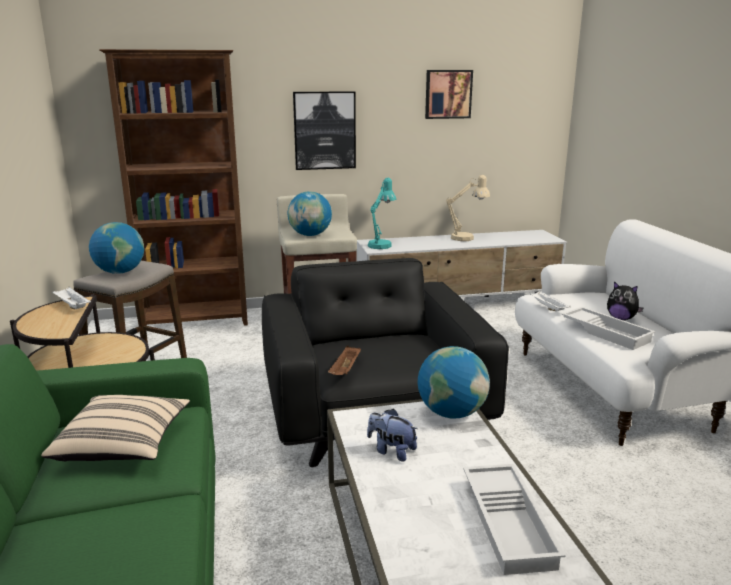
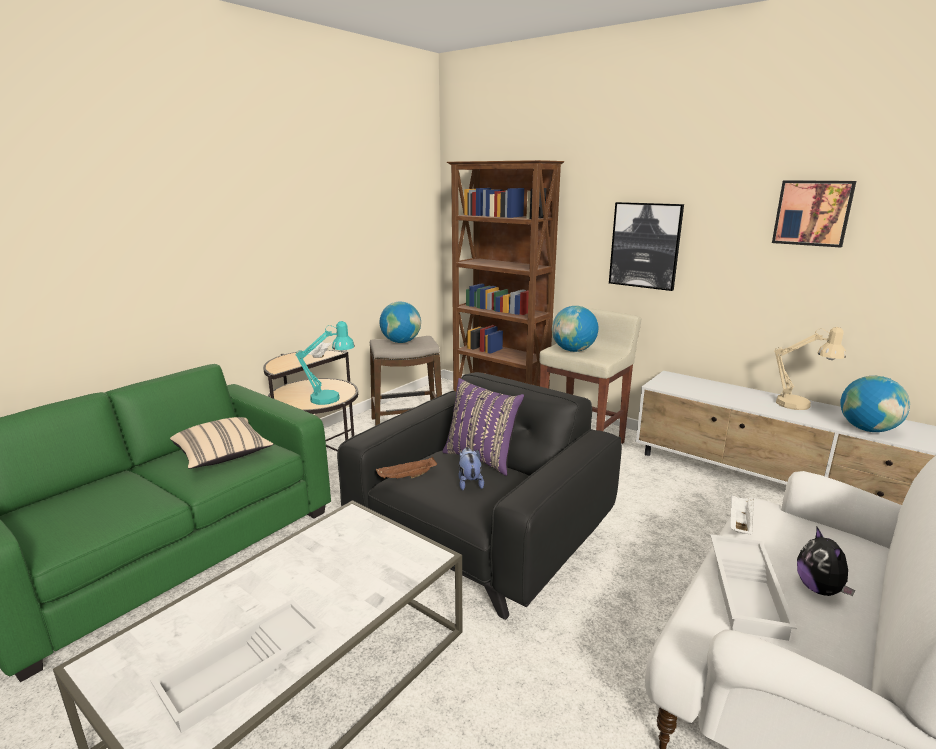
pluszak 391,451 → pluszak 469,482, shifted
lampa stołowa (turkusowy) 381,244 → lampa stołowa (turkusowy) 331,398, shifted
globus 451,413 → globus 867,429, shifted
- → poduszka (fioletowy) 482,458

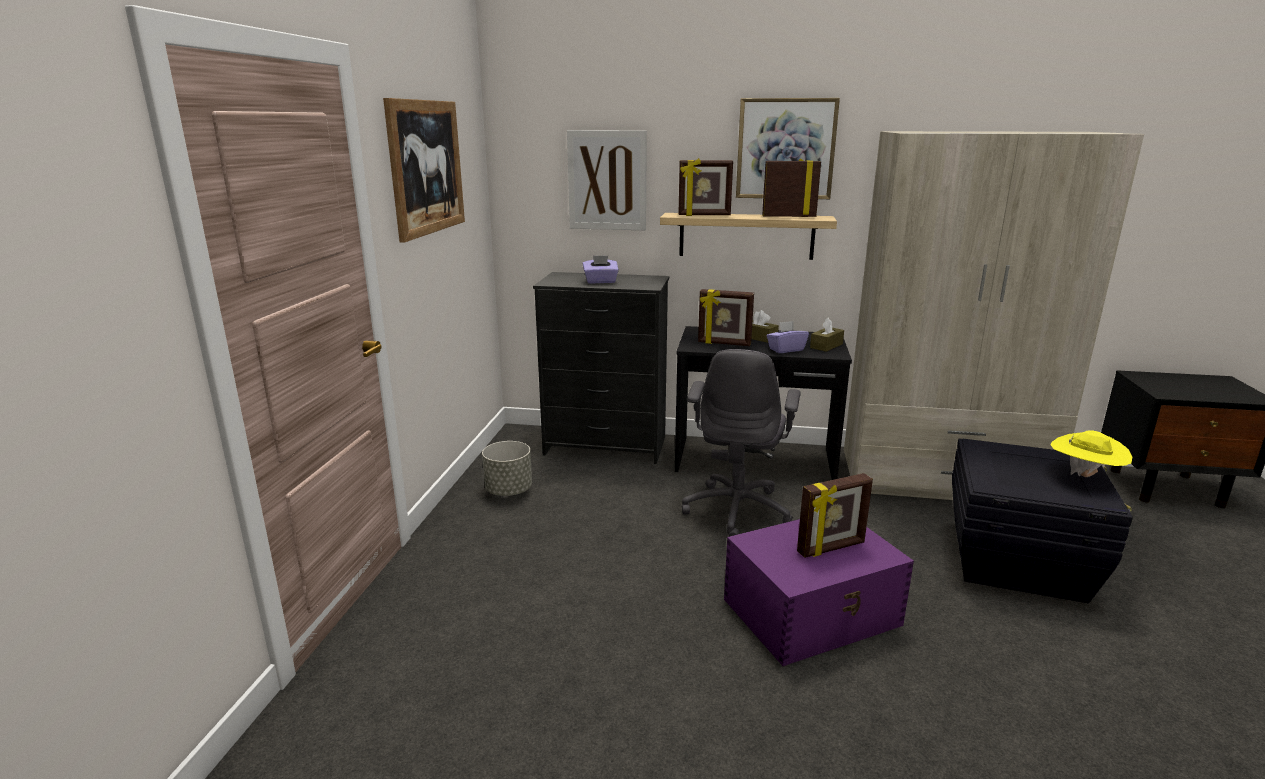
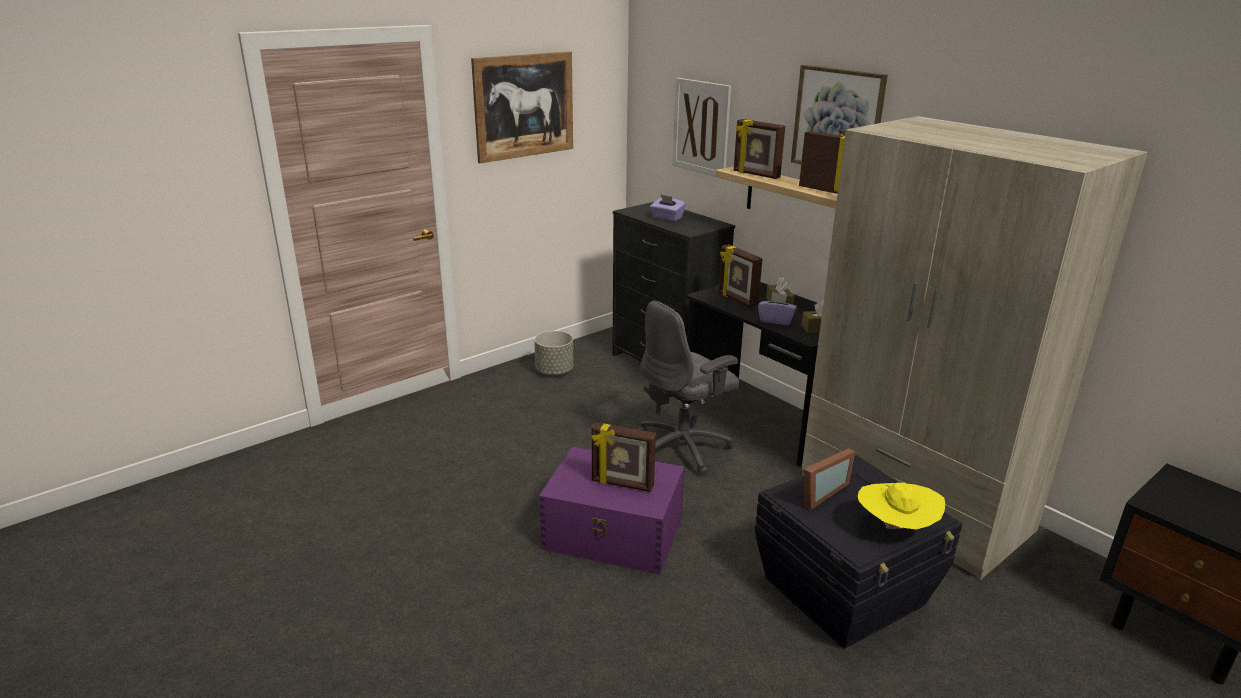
- → ramka na zdjęcie 818,493

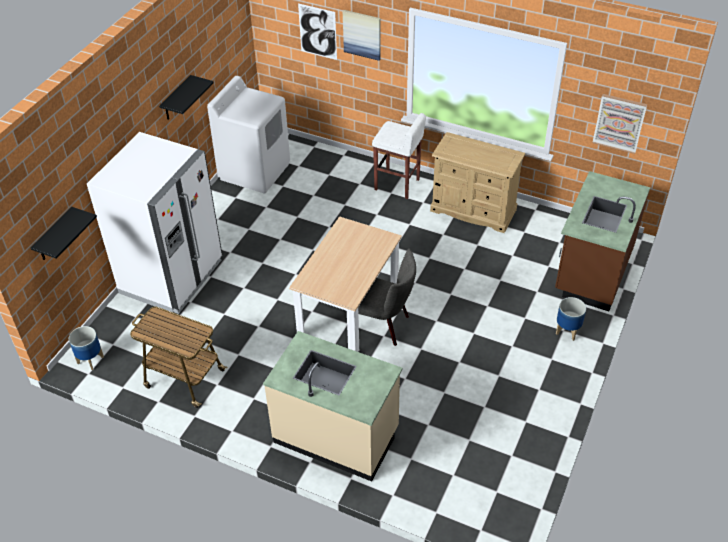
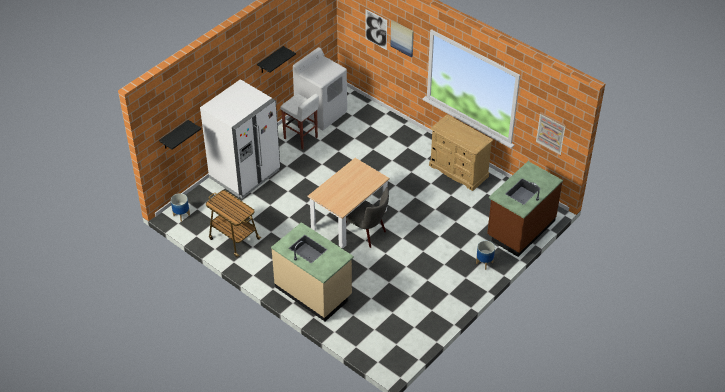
stołek (biały) 397,185 → stołek (biały) 300,138, shifted

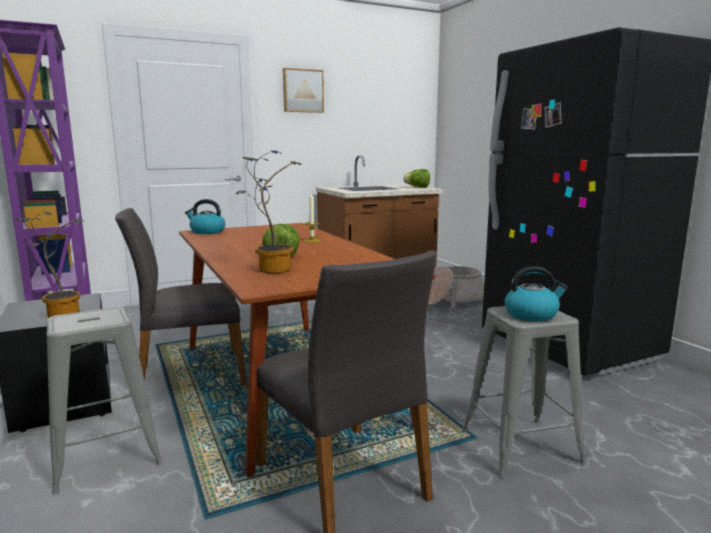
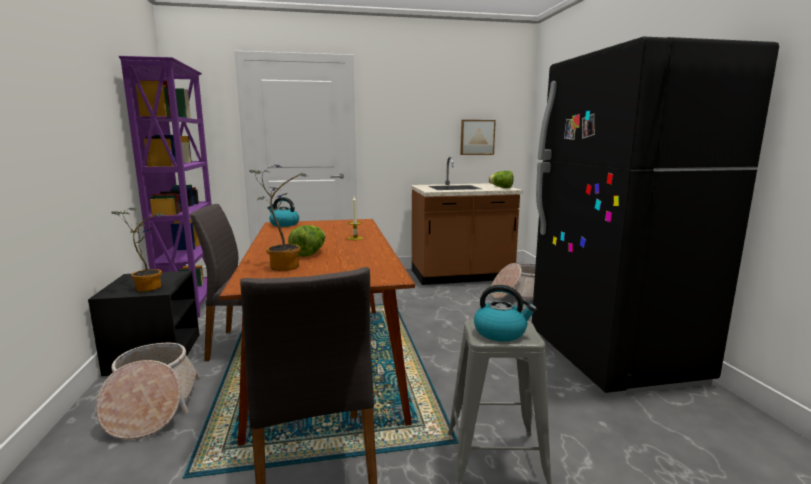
stołek (szary) 106,456 → koszyk 152,407
obraz 302,91 → obraz 477,137, shifted

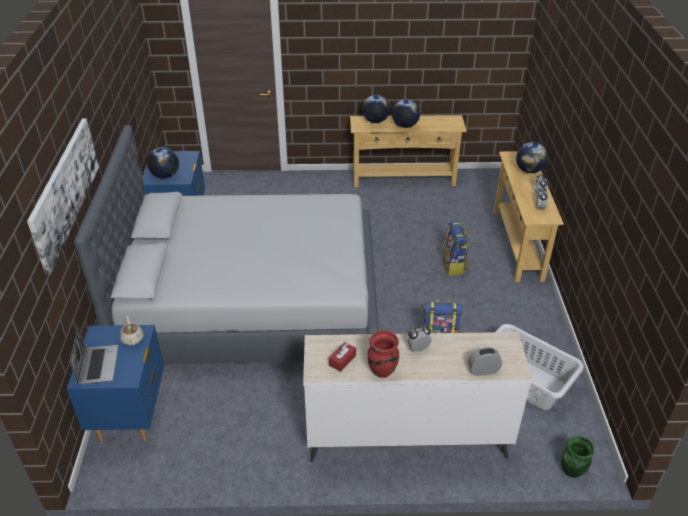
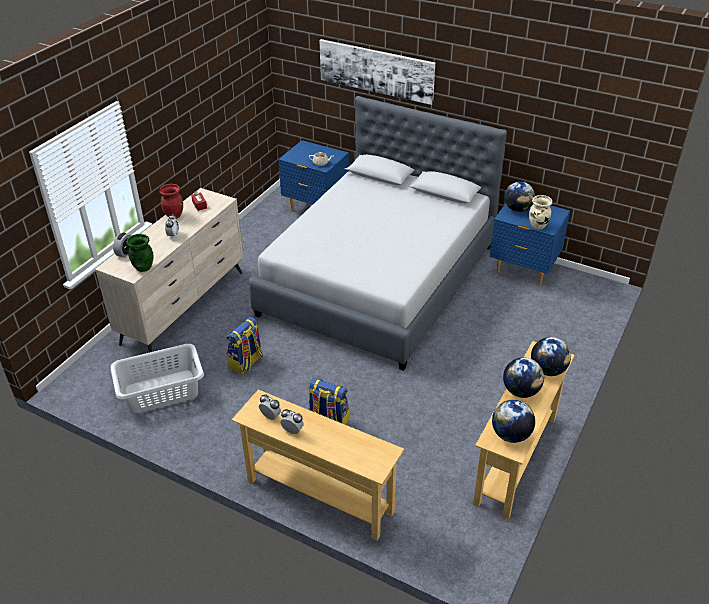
laptop 97,365 → -
globus 529,170 → globus 511,435, shifted
wazon (zielony) 572,471 → wazon (zielony) 143,267, shifted
- → wazon (beżowy) 538,226

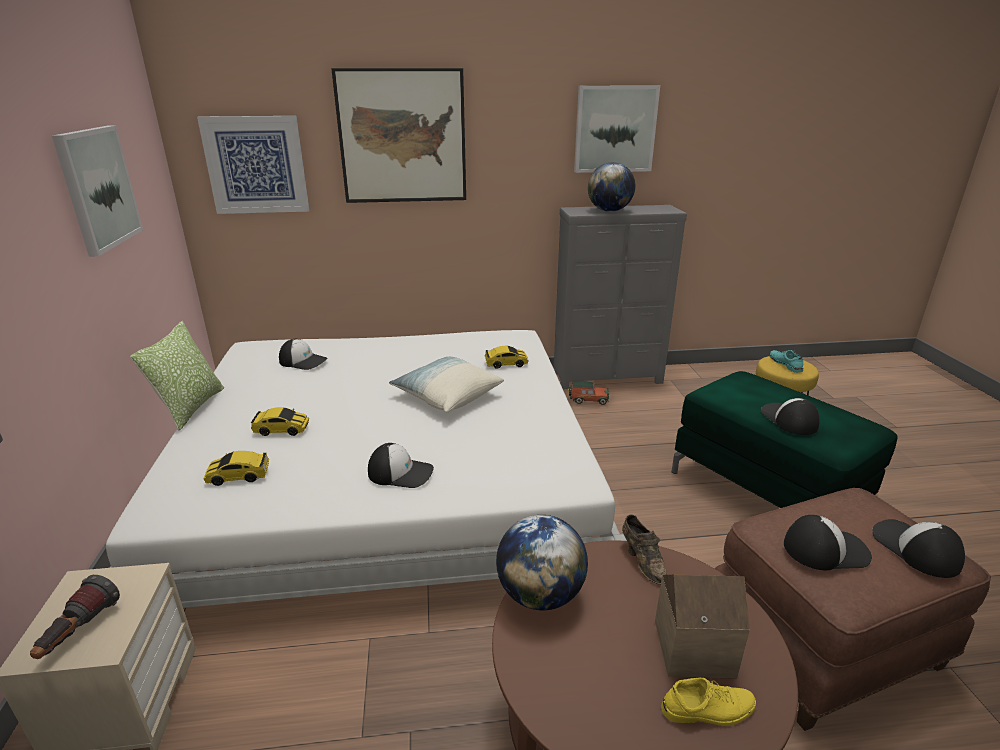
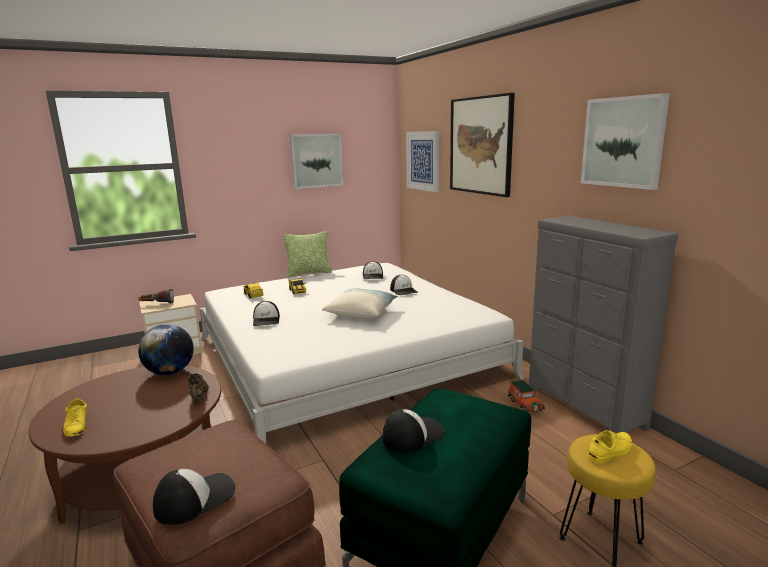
samochodzik 506,364 → -
globus 609,211 → -
but (brązowy) 643,561 → but (brązowy) 199,396, 120 degrees clockwise
domek 691,644 → -
but (turkusowy) 785,364 → but (żółty) 610,451
czapka z daszkiem 825,549 → czapka z daszkiem 404,290, shifted

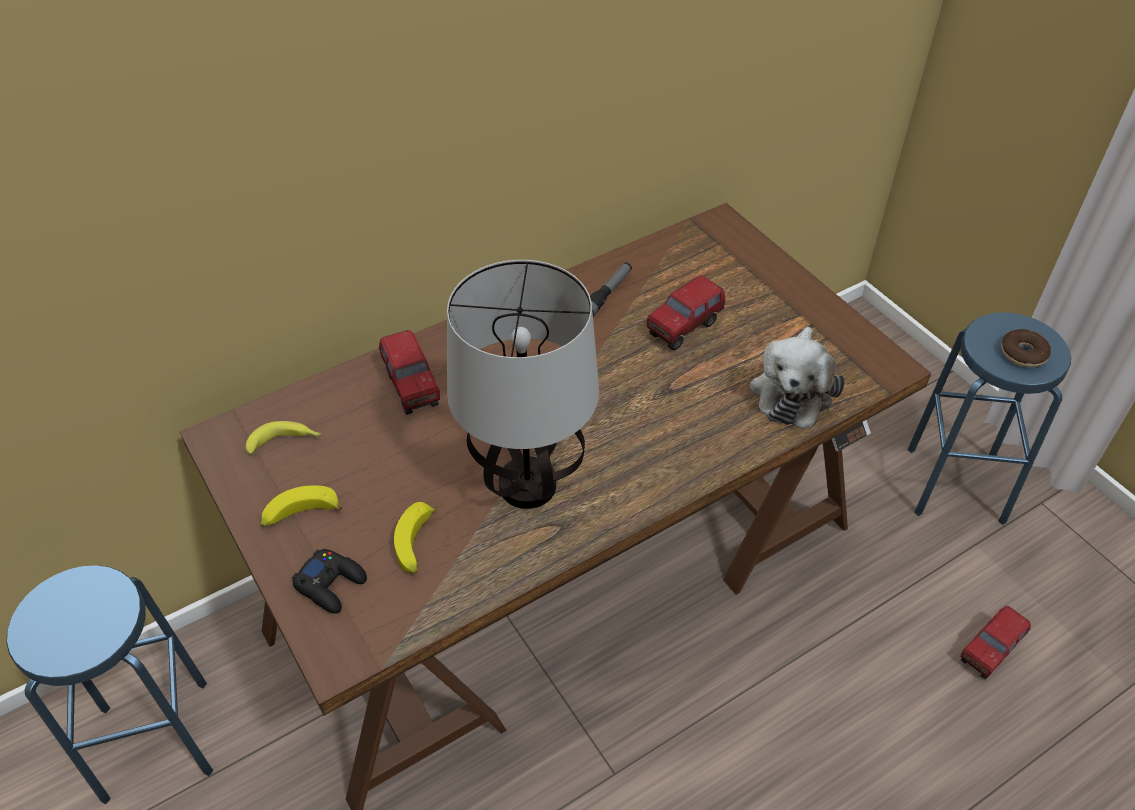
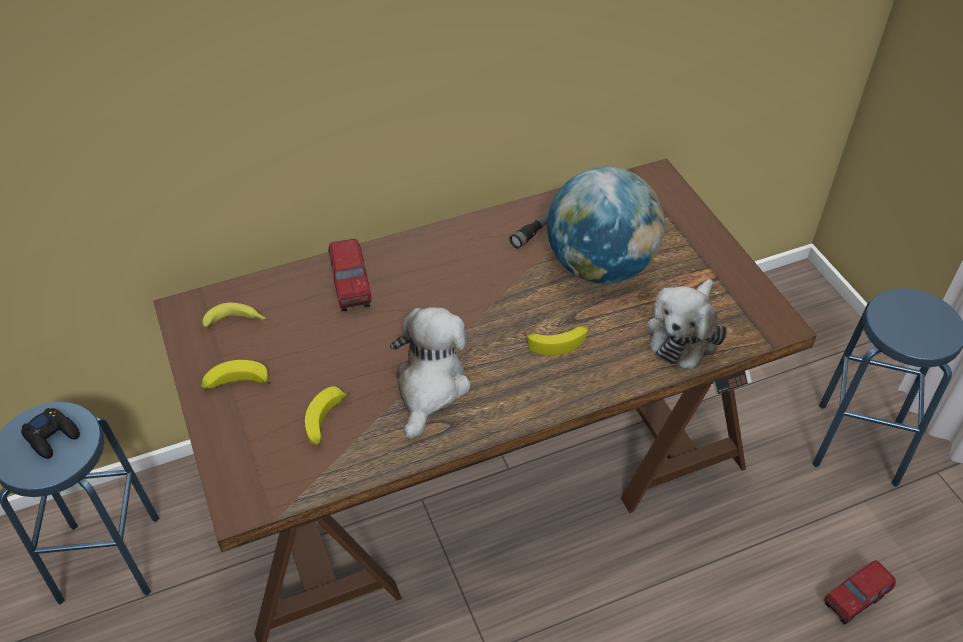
pad do gier (czarny) 331,584 → pad do gier (czarny) 52,436, shifted
lampa stołowa 527,487 → pluszak 430,387
ciężarówka zabawkowa 684,328 → globus 600,267
donut 1023,354 → -
- → banan 558,342

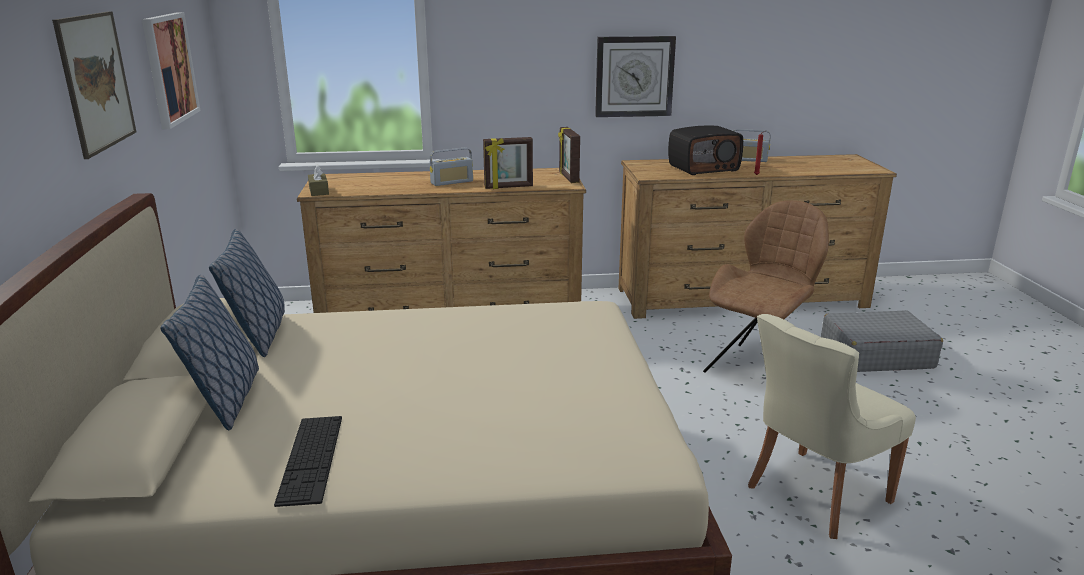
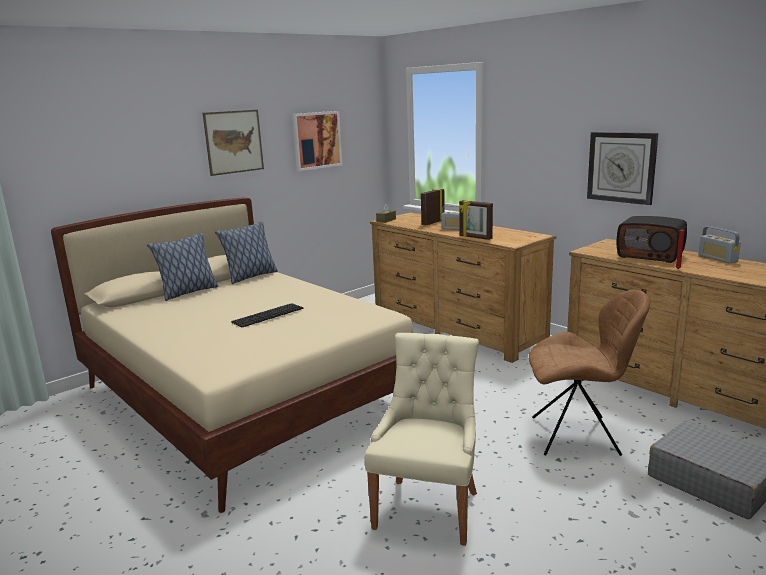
klawiatura 311,458 → klawiatura 268,315, shifted
ramka na zdjęcie 568,178 → ramka na zdjęcie 432,222, shifted
krzesło (beżowy) 814,495 → krzesło (beżowy) 428,507, 90 degrees clockwise

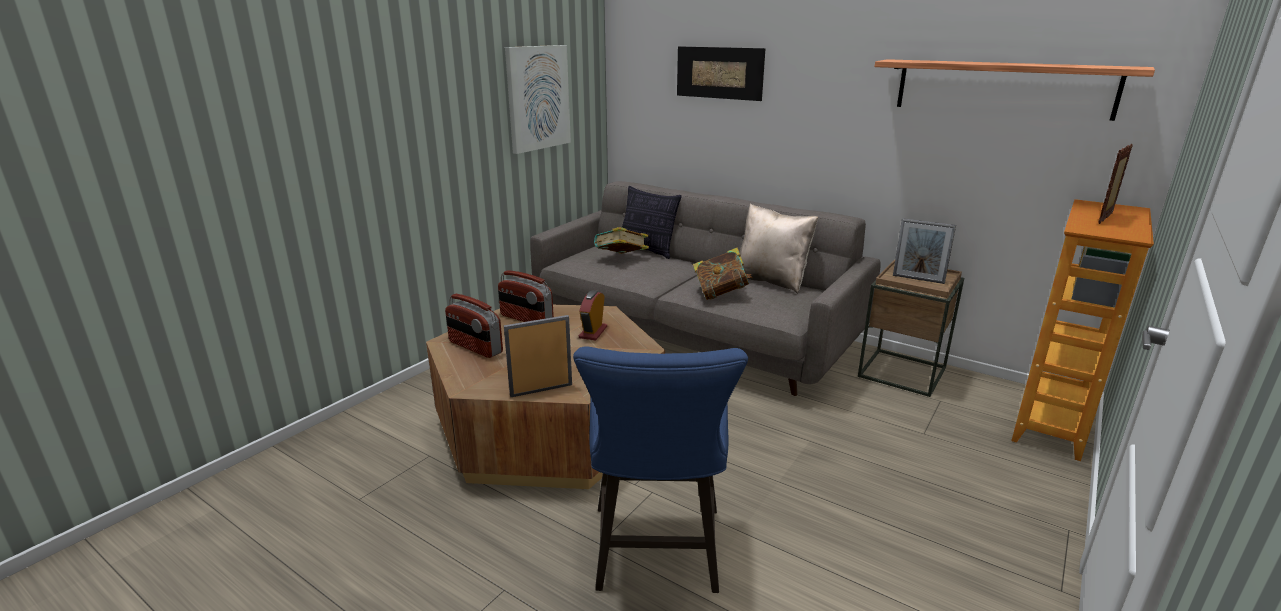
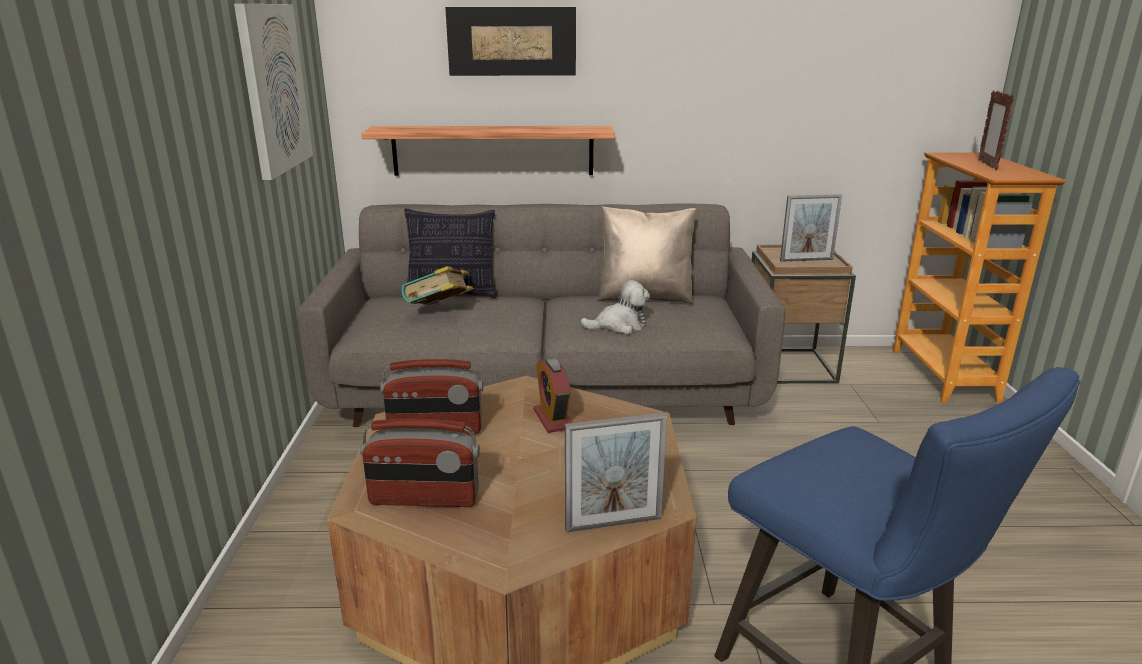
ramka na zdjęcie 541,390 → ramka na zdjęcie 613,524, 135 degrees counterclockwise
książka 721,294 → pluszak 619,326
półka 1002,88 → półka 493,150, shifted

